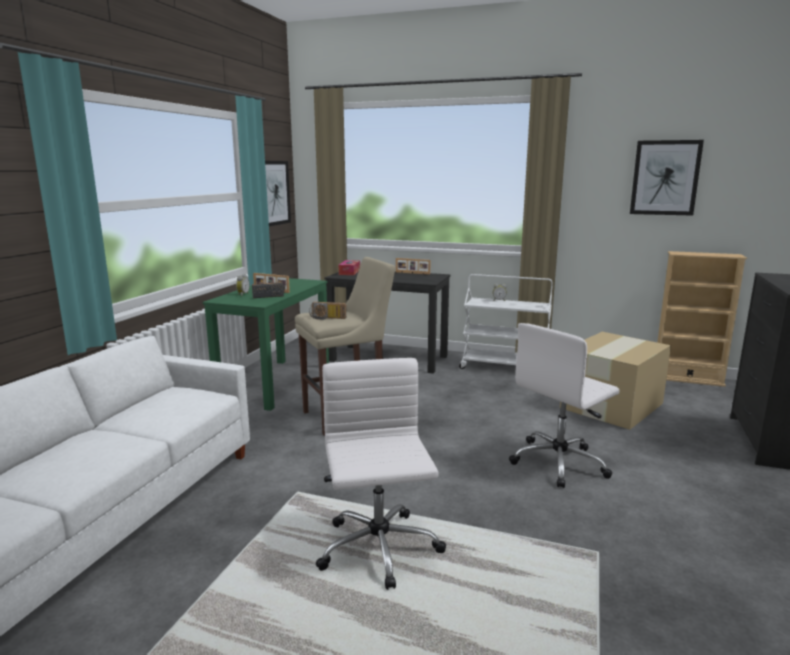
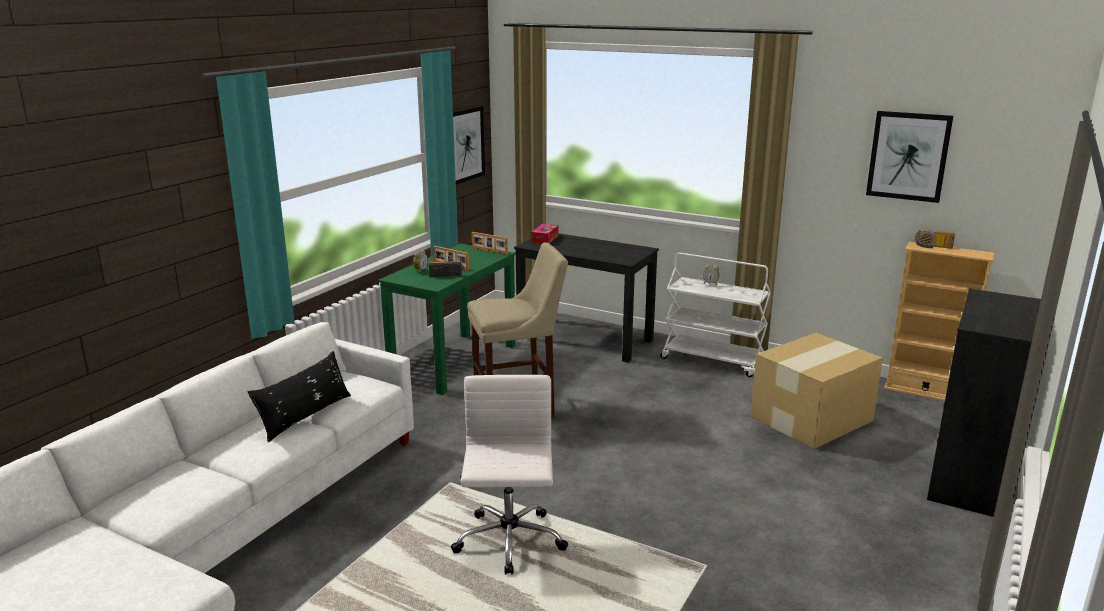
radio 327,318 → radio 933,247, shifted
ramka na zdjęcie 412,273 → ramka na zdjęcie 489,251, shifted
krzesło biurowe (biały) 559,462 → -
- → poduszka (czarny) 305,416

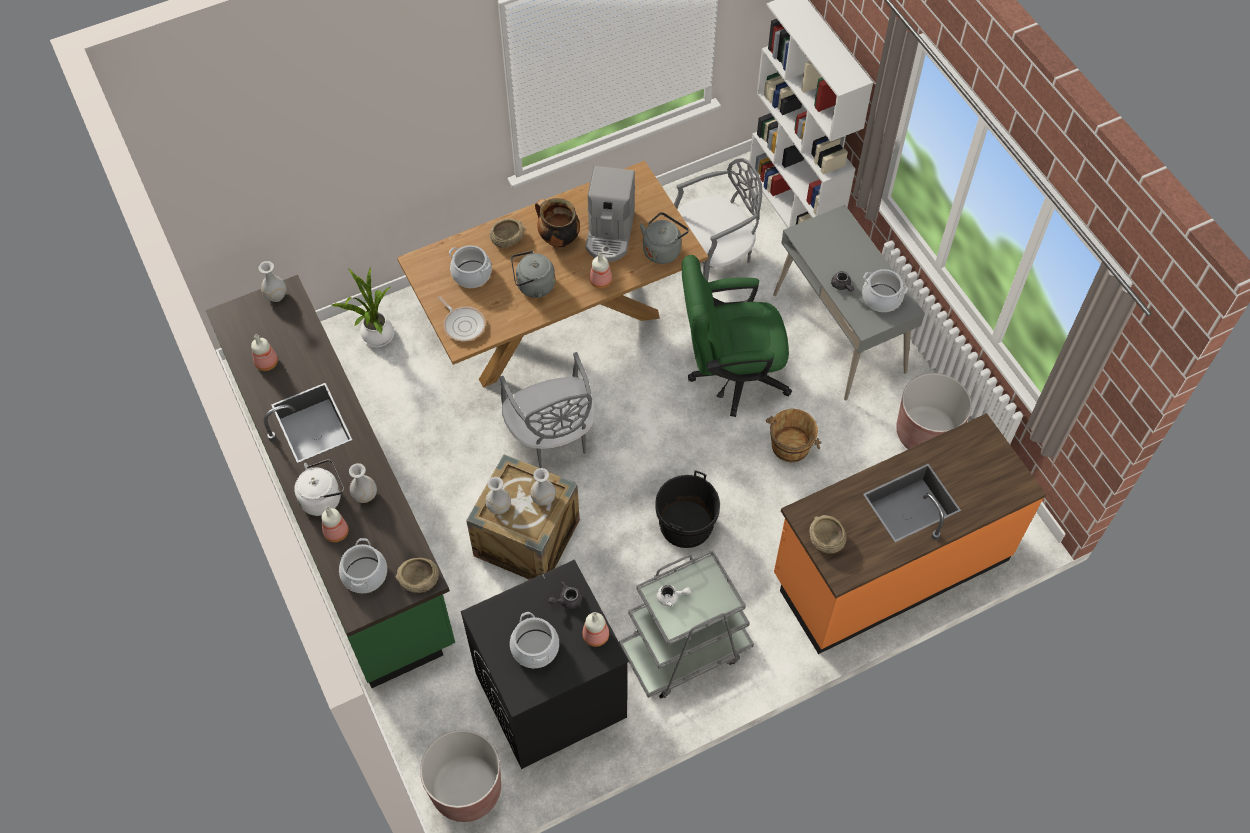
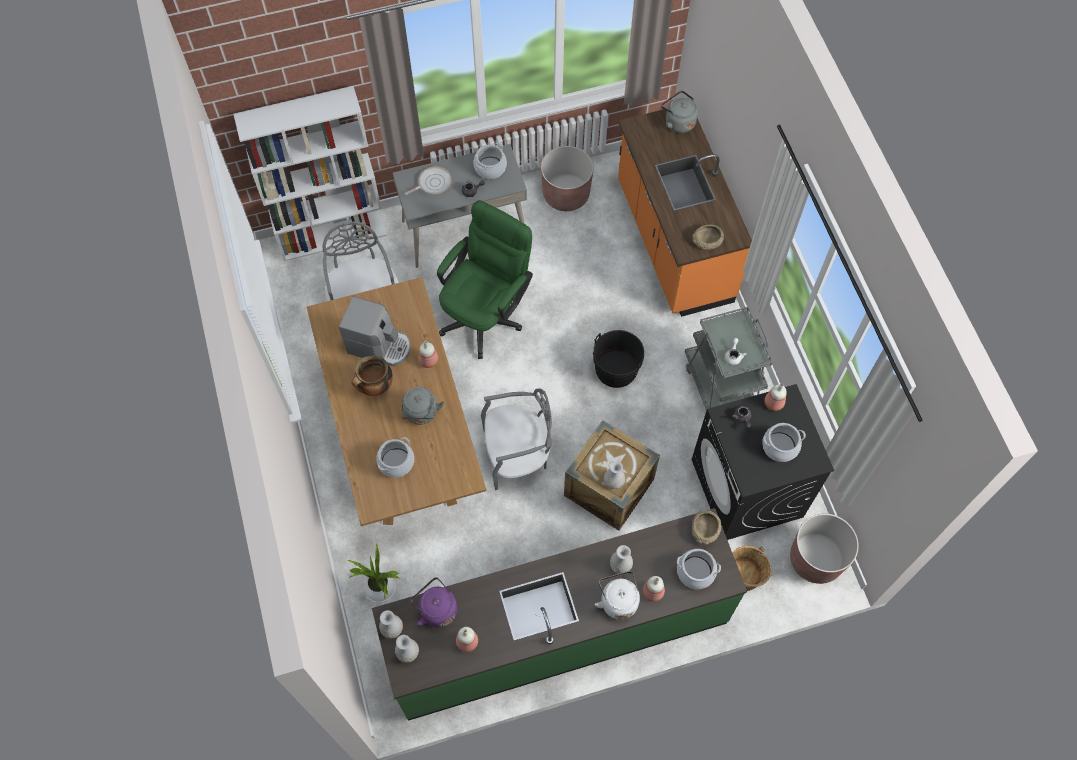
patelnia 463,324 → patelnia 432,183, shifted
miska (beżowy) 507,238 → -
wazon (biały) 543,498 → wazon (biały) 408,653, shifted
czajnik (szary) 663,249 → czajnik (szary) 678,122, shifted
krzesło biurowe (zielony) 730,375 → krzesło biurowe (zielony) 486,313, 150 degrees counterclockwise
wiadro (brązowy) 790,446 → wiadro (brązowy) 745,575, shifted
- → czajnik (fioletowy) 436,609

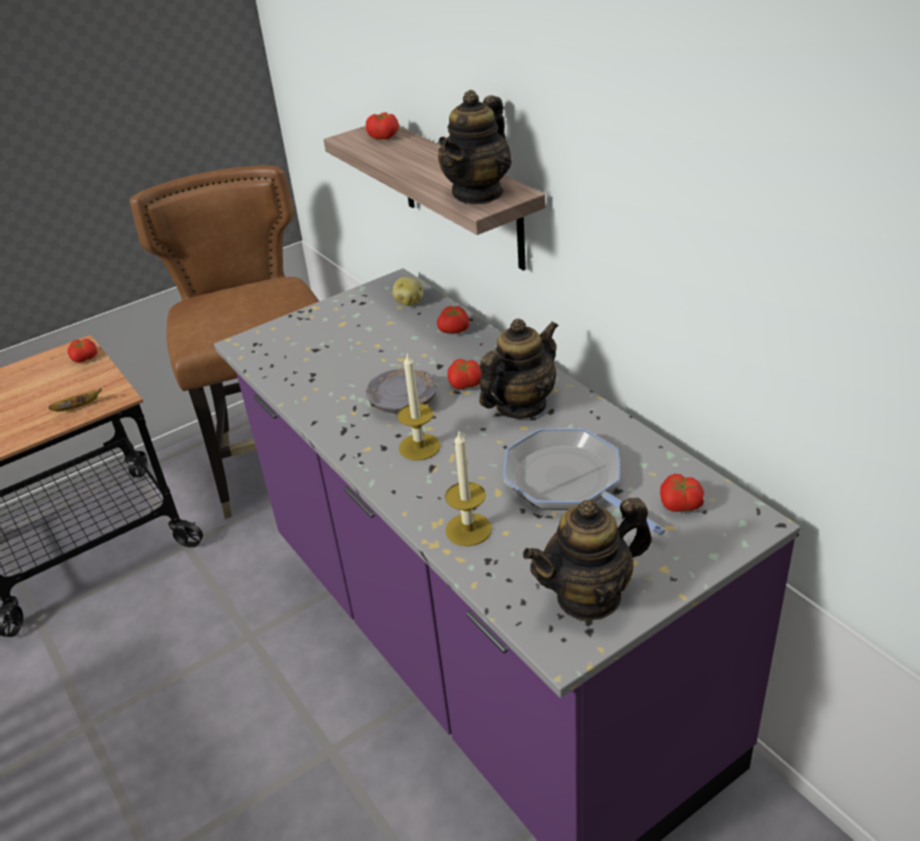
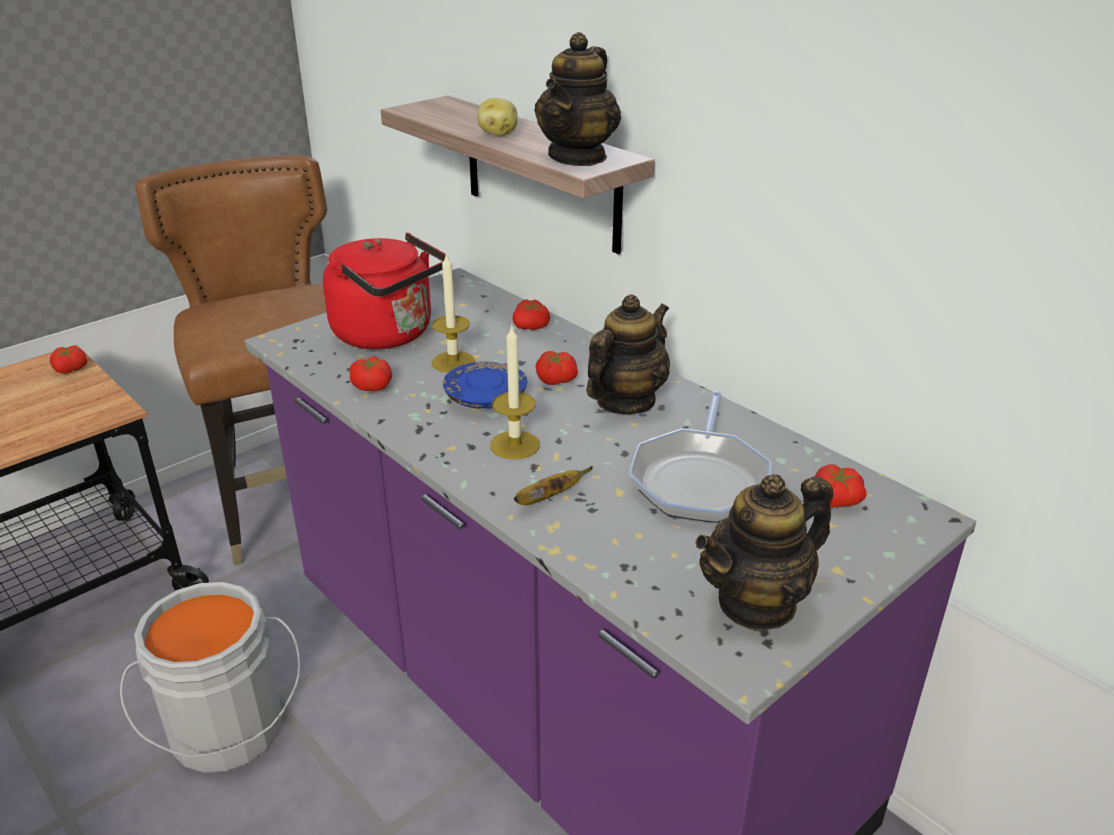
banan 78,407 → banan 548,498, shifted
pomidor 384,136 → pomidor 373,386, shifted
talerz (szary) 402,401 → talerz (niebieski) 485,398
ziemniak 409,302 → ziemniak 498,134, shifted
świeca 468,529 → świeca 453,362, shifted
patelnia 568,482 → patelnia 700,480, 120 degrees counterclockwise
- → wiadro (szary) 228,733
- → czajnik (czerwony) 388,335

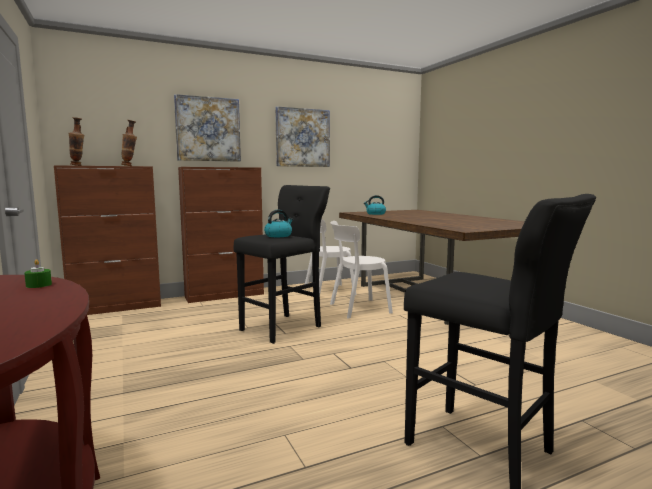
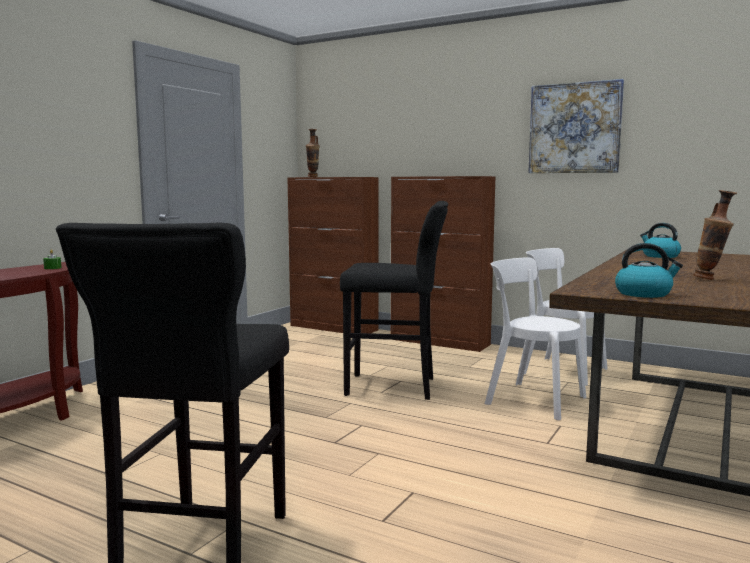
wazon 130,166 → wazon 710,279, shifted
obraz 208,129 → -
czajnik 278,235 → czajnik 644,294, shifted

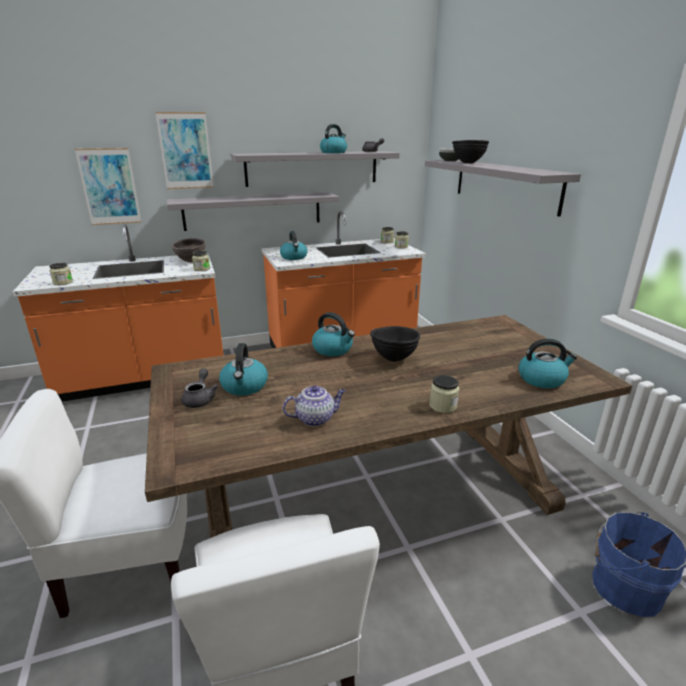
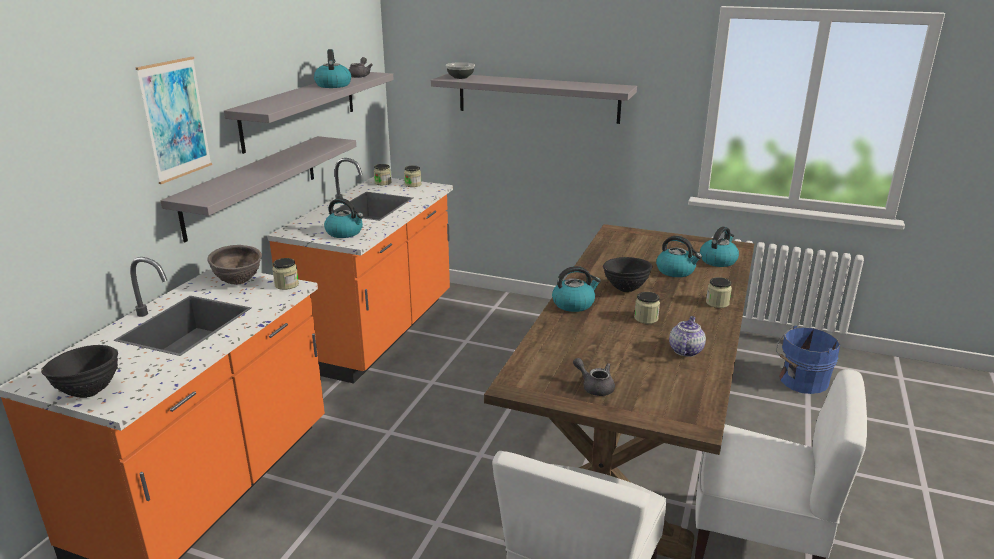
słoik 63,283 → słoik 646,318, shifted
obraz 109,187 → -
czajnik 244,386 → czajnik 676,271, shifted
miska (czarny) 468,163 → miska (czarny) 89,392, shifted

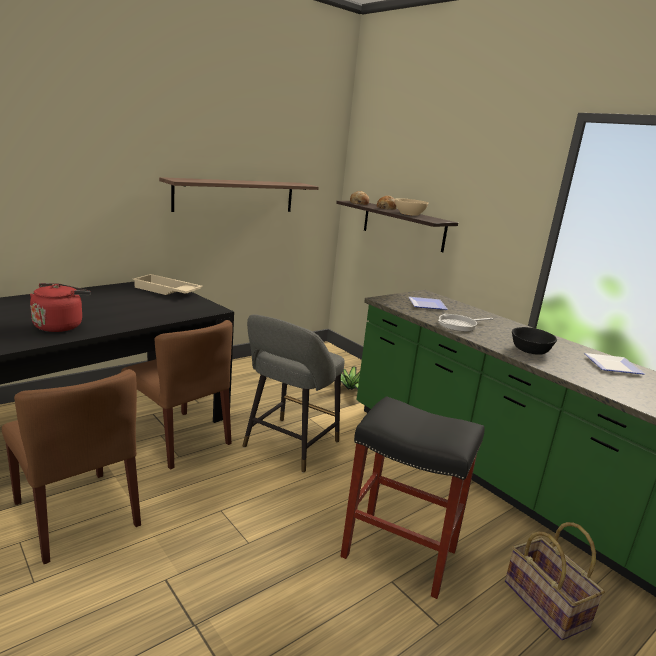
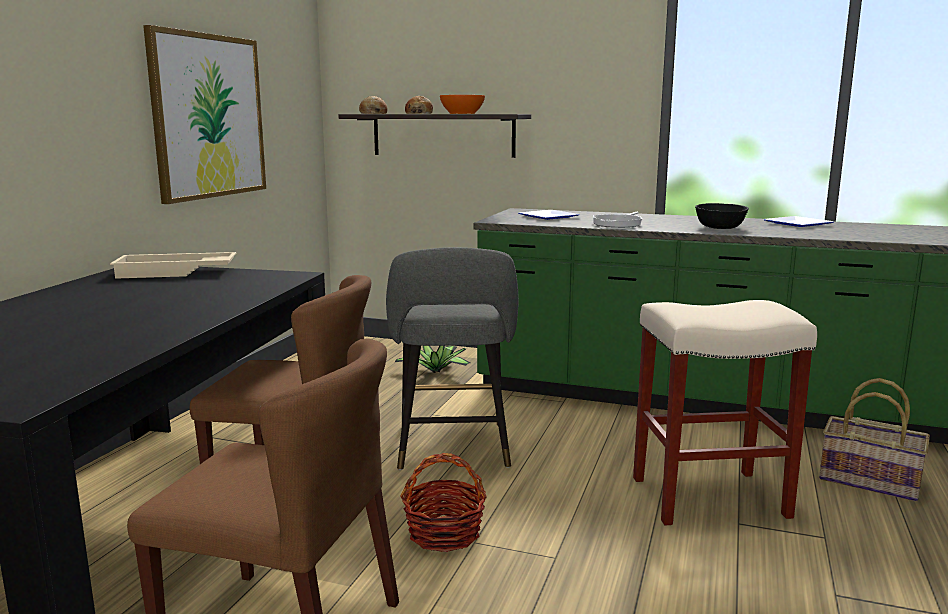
czajnik (czerwony) 60,325 → -
półka 235,196 → obraz 208,116
stołek (czarny) 397,553 → stołek (beżowy) 707,498
miska (beżowy) 409,214 → miska (pomarańczowy) 462,113
- → koszyk 444,533

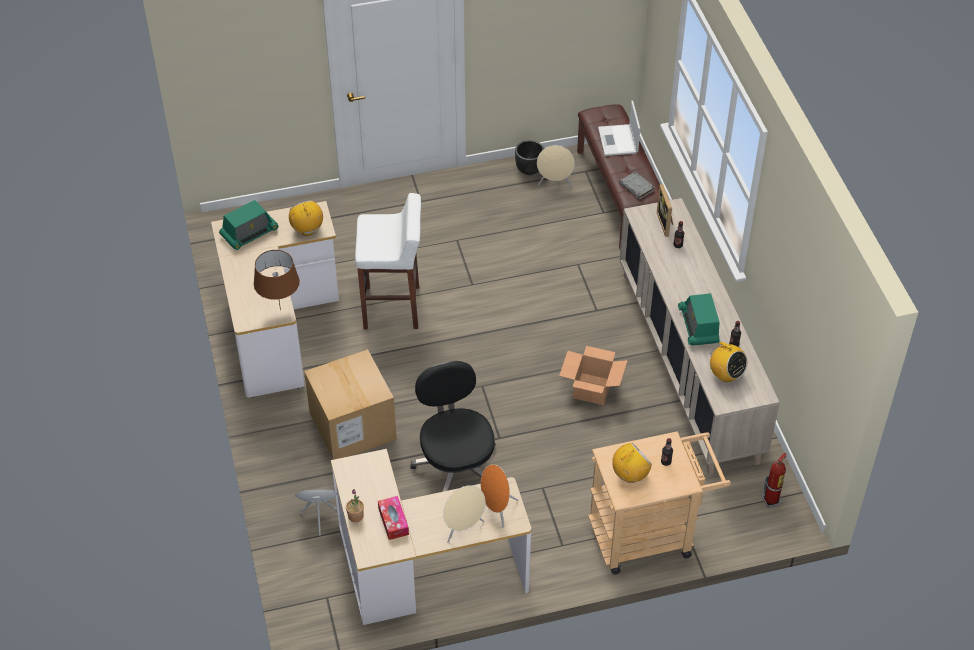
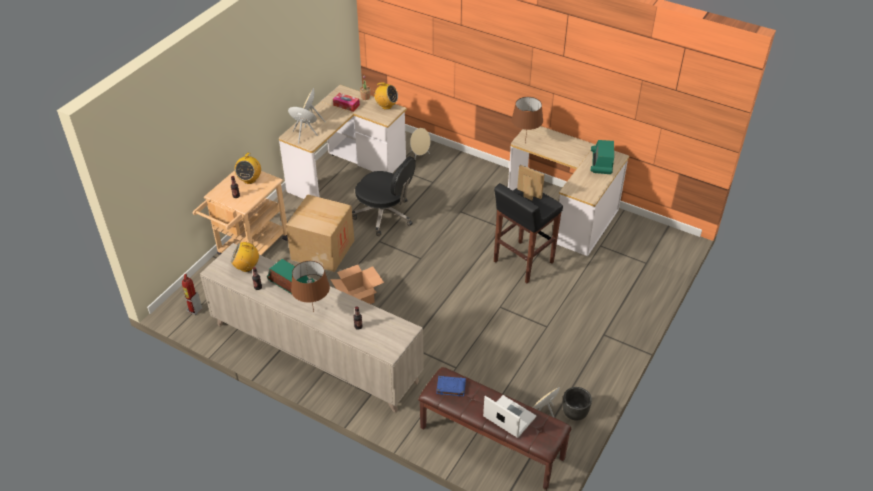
radio 307,230 → radio 386,106, shifted
karton 352,426 → karton 323,250, shifted
stołek (biały) 393,308 → stołek (czarny) 522,262
książka (szary) 637,187 → książka (niebieski) 450,387
ramka na zdjęcie 666,223 → ramka na zdjęcie 527,195, shifted
- → lampa stołowa (brązowy) 313,311

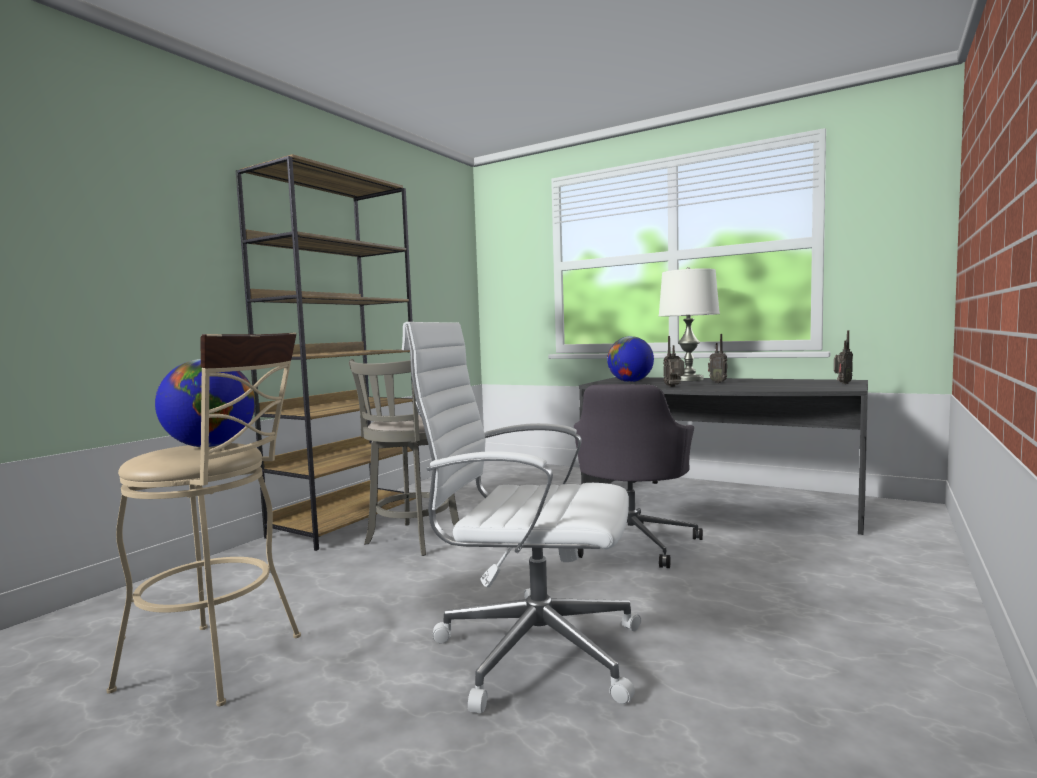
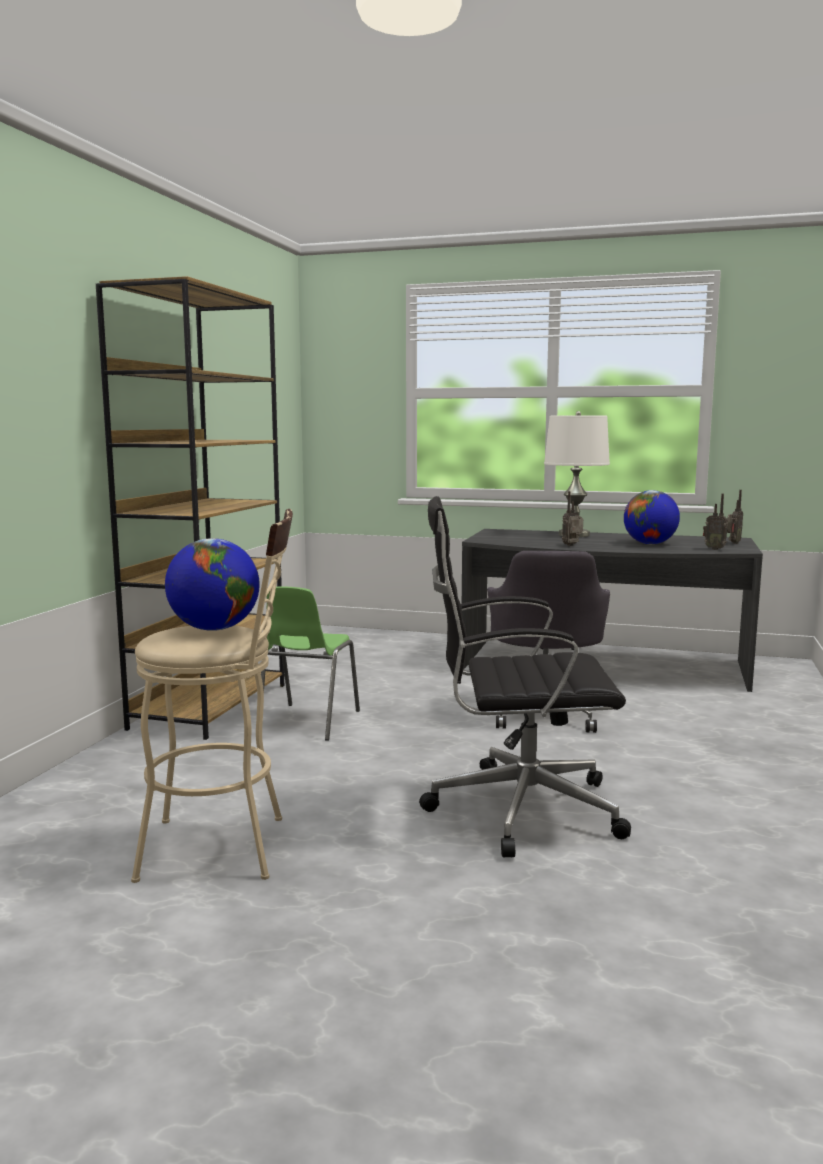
stołek (szary) 411,540 → krzesło (zielony) 307,722
krzesło biurowe (biały) 531,649 → krzesło biurowe (czarny) 518,809
globus 630,382 → globus 650,544, shifted
radio 718,382 → radio 714,549, shifted

